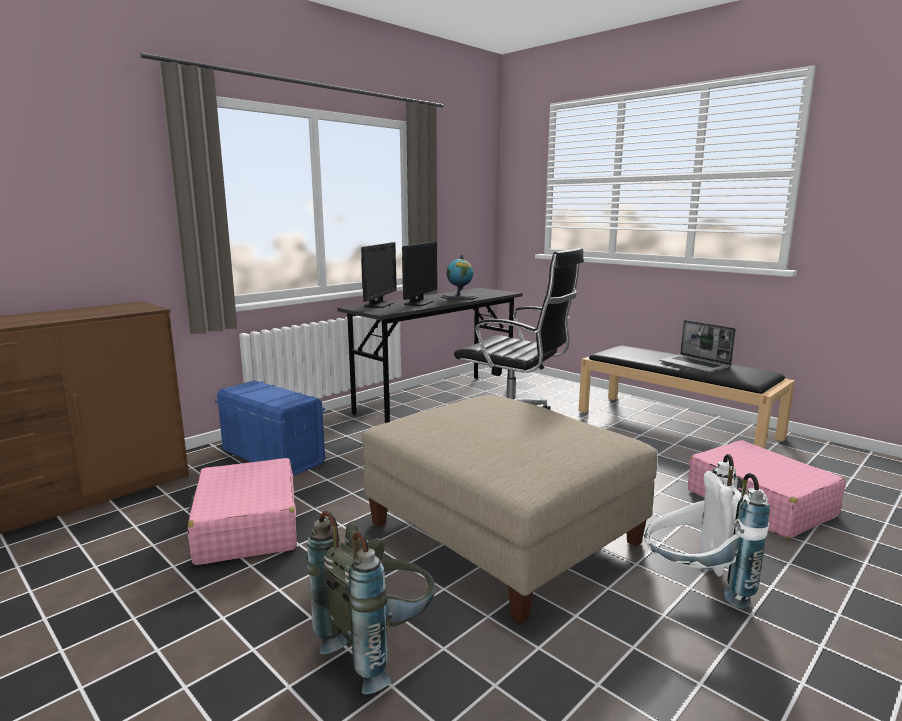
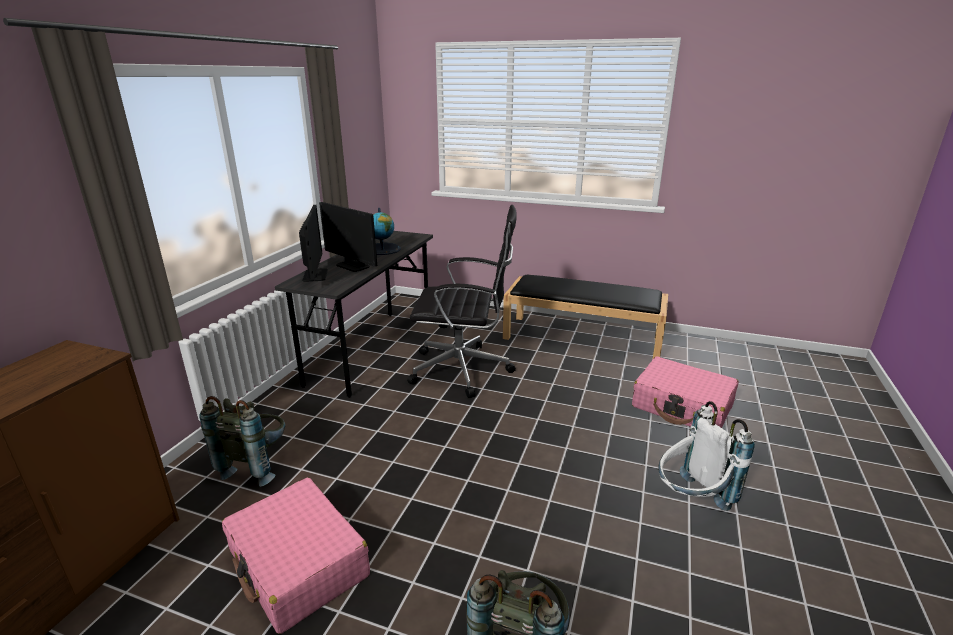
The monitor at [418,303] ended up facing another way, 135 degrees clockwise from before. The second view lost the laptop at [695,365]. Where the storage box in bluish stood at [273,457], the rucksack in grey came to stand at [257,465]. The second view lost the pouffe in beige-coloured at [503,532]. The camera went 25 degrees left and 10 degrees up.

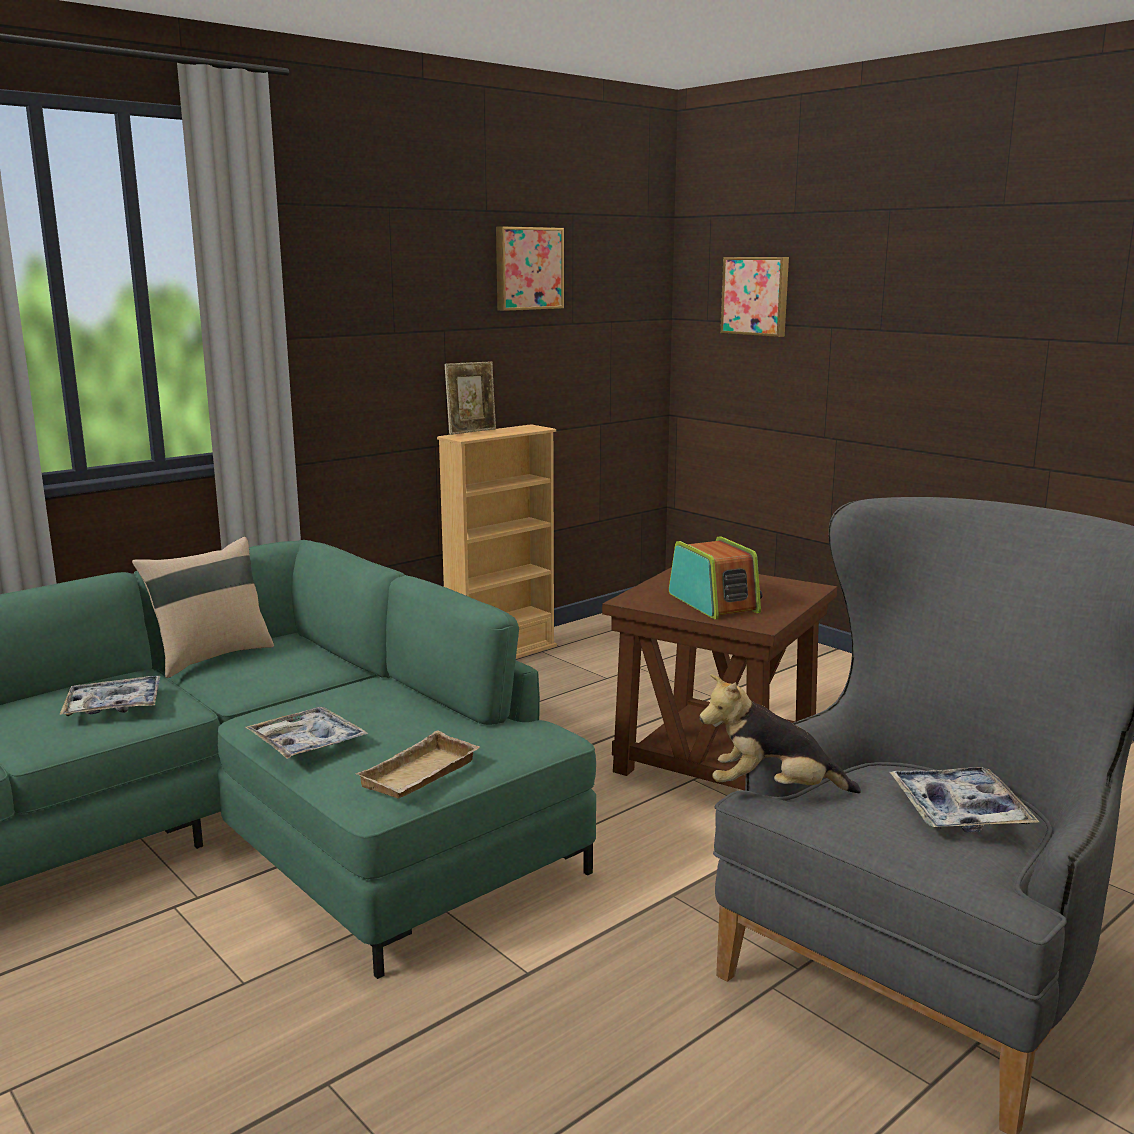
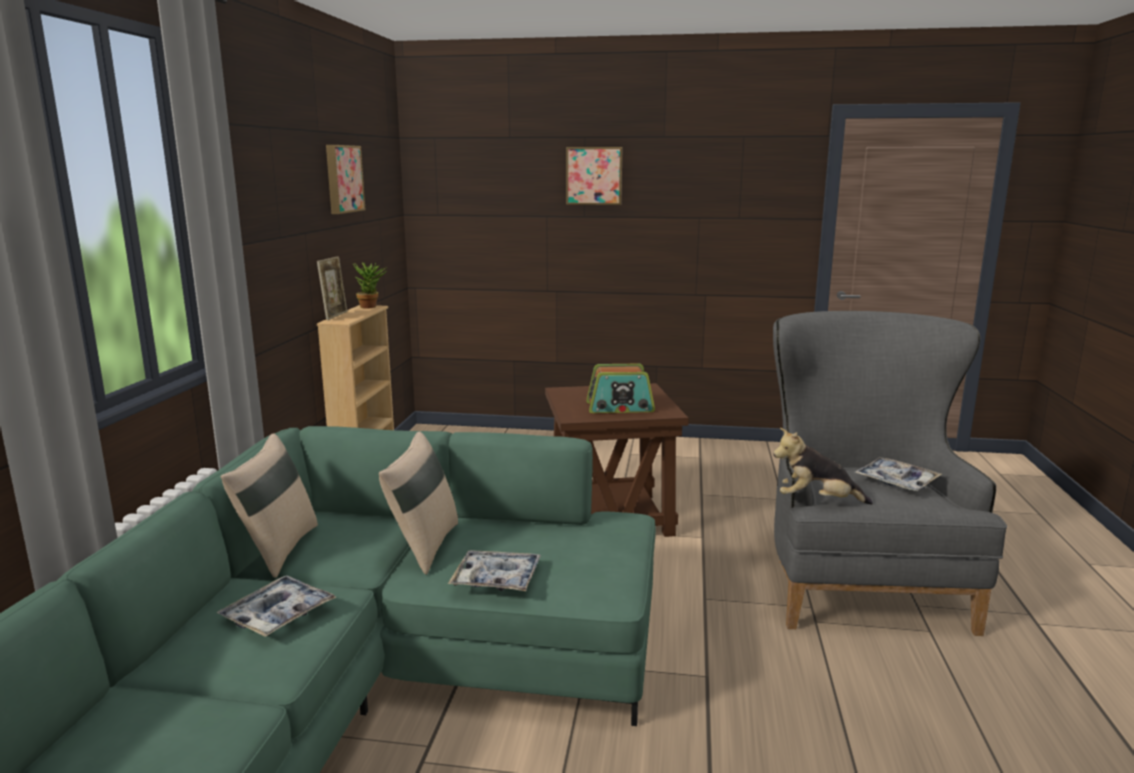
The wall art ended up elsewhere, having gone from [756,296] to [594,176]. The radio receiver at [714,603] ended up facing another way, 150 degrees clockwise from before. The soft toy at [773,791] ended up facing another way, 45 degrees clockwise from before. The second view lost the carrying tray in beige-coloured at [421,776]. The second view gained the houseplant at [371,306]. The second view gained the pillow in beige-coloured at [423,546]. The camera went 40 degrees left and 0 degrees up.

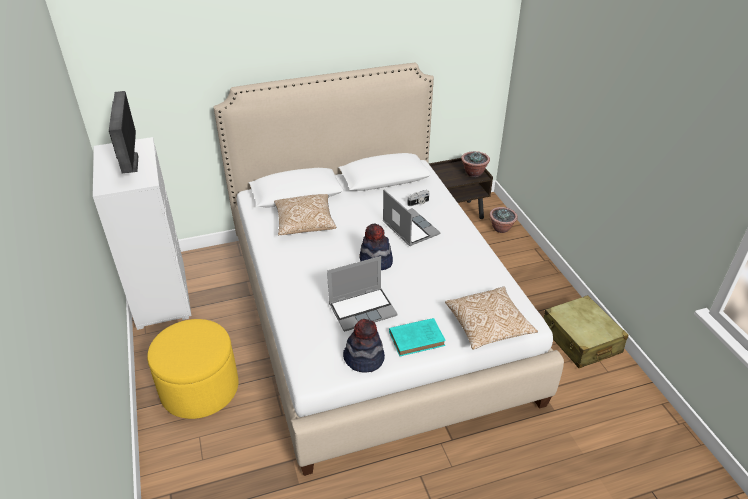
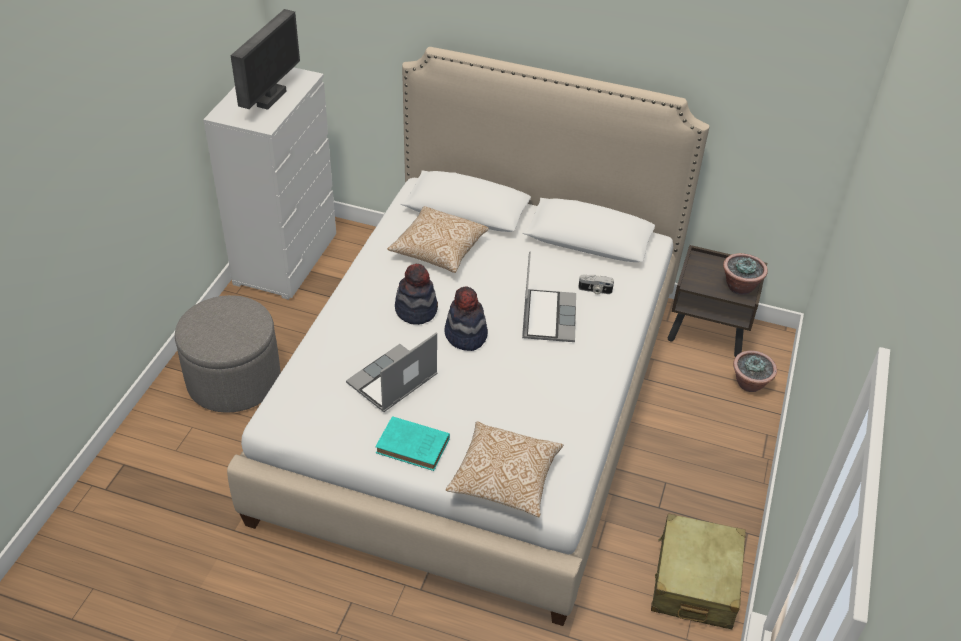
The laptop at [363,309] ended up facing another way, 120 degrees clockwise from before. What was the pouffe in yellow-coloured at [200,389] turned into the pouffe in grey at [234,380]. The clothing hat ended up elsewhere, having gone from [364,358] to [416,310]. The camera went 35 degrees right and 5 degrees up.

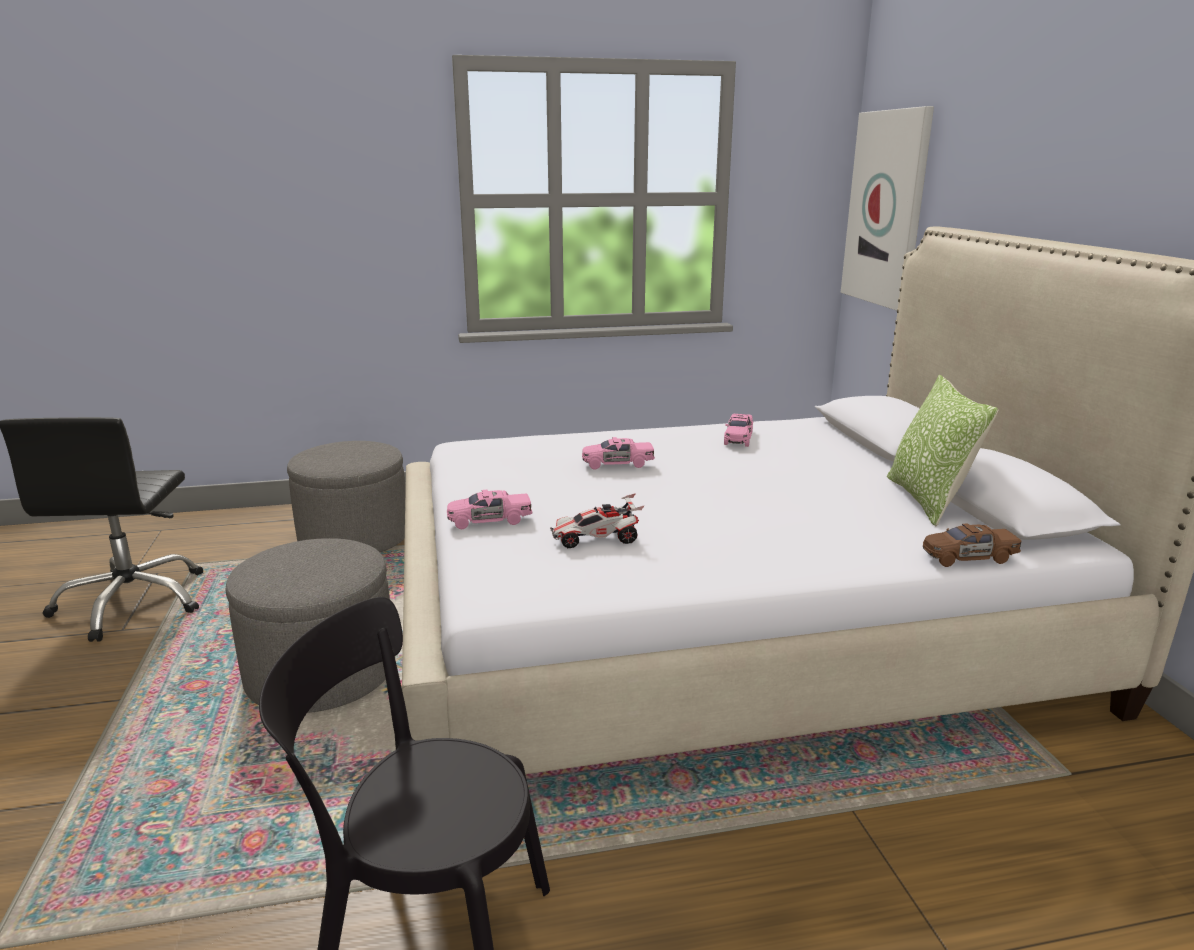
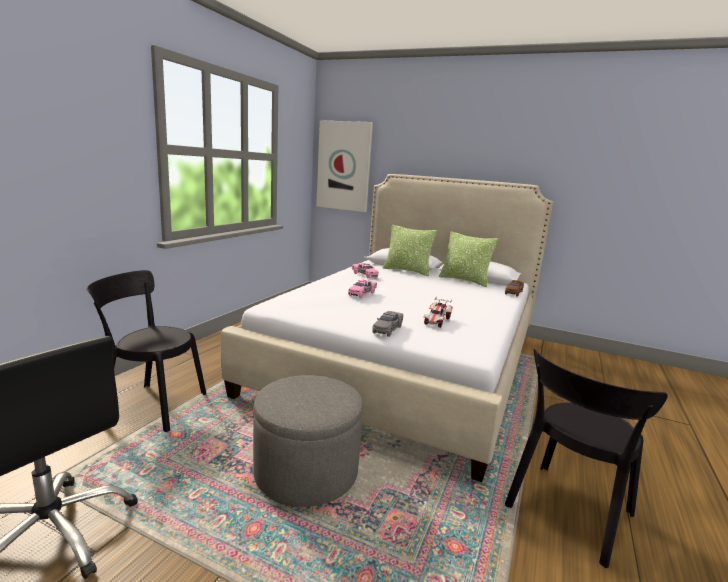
Where the pouffe in grey stood at [354,538], the plain chair in blackish came to stand at [151,406]. What was the miniature car in pinkish at [489,520] turned into the miniature car in grey at [387,329]. The second view gained the pillow at [407,271]. The camera went 55 degrees left and 5 degrees down.

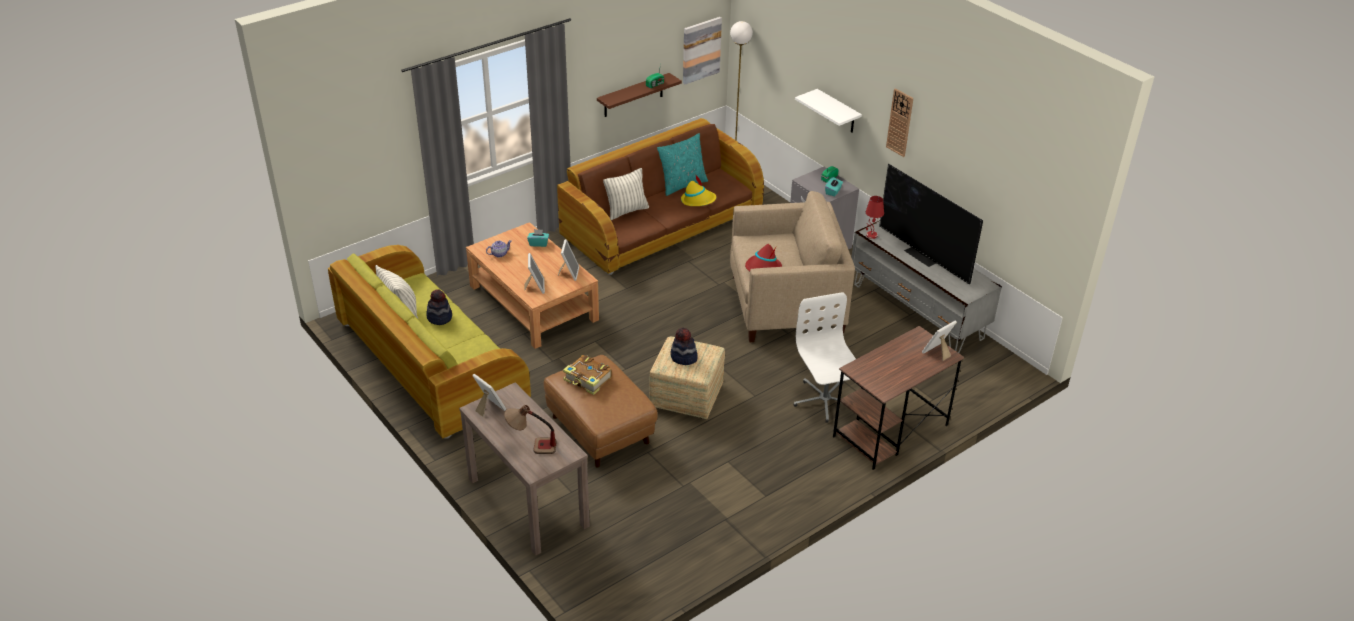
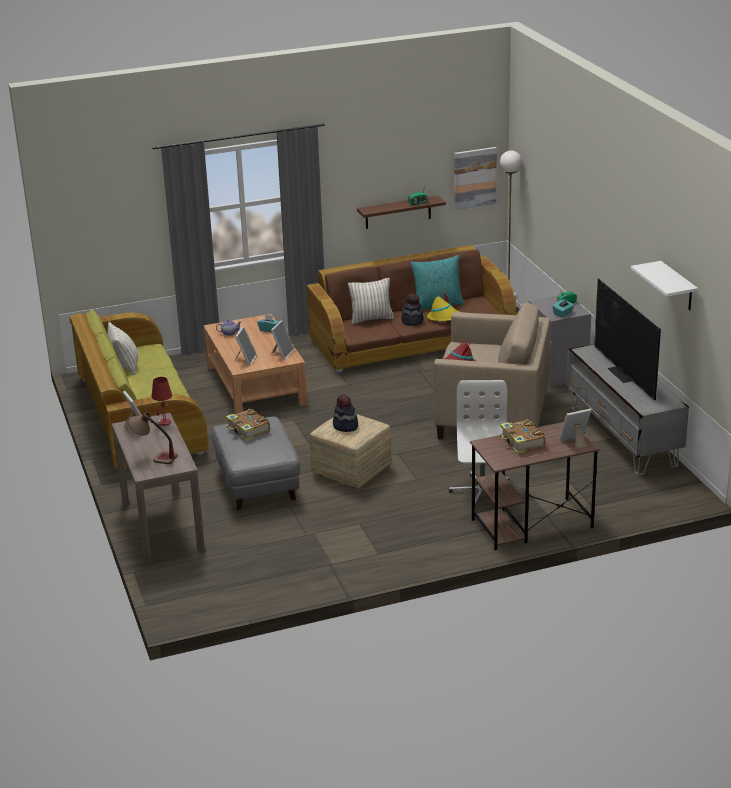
The second view lost the hanging clock at [900,122]. The bracket shelf in whitish ended up elsewhere, having gone from [838,112] to [678,287]. The tabletop lamp in red-coloured ended up elsewhere, having gone from [871,235] to [164,422]. The clothing hat ended up elsewhere, having gone from [439,317] to [412,321]. What was the pouffe in brownish at [599,430] turned into the pouffe in grey at [257,484]. The second view gained the book at [522,442]. The camera went 20 degrees right and 10 degrees down.

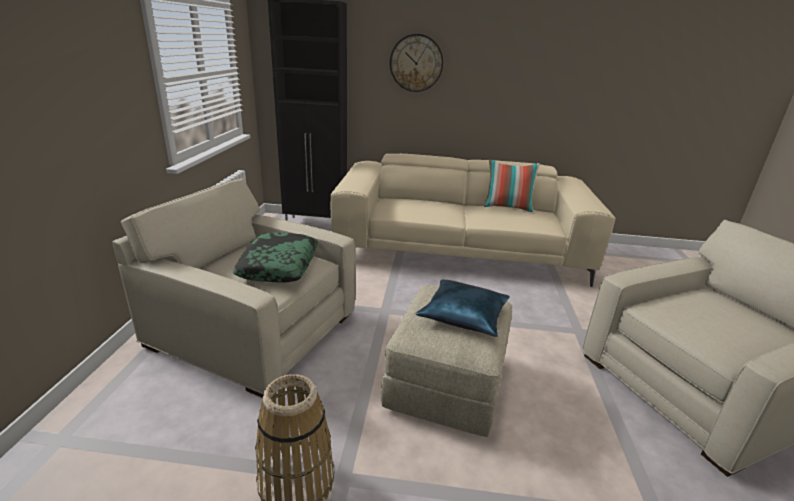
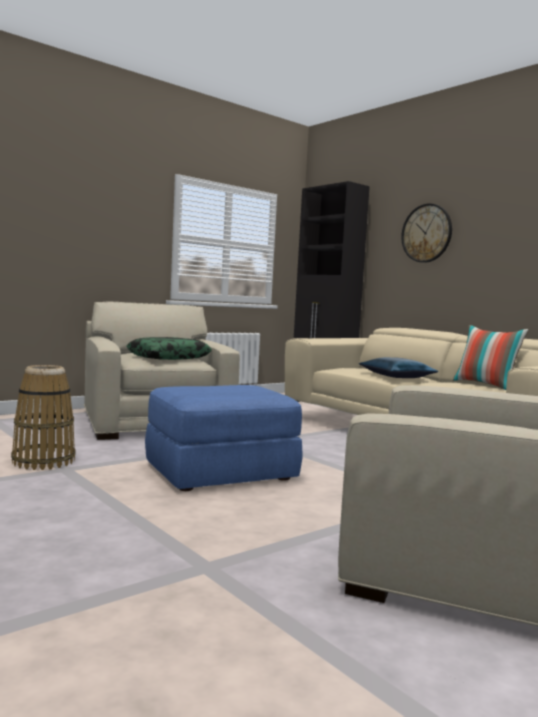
The pillow in bluish ended up elsewhere, having gone from [464,315] to [397,376]. What was the pouffe in beige-coloured at [446,382] turned into the pouffe in bluish at [221,472]. The camera went 45 degrees right and 20 degrees down.

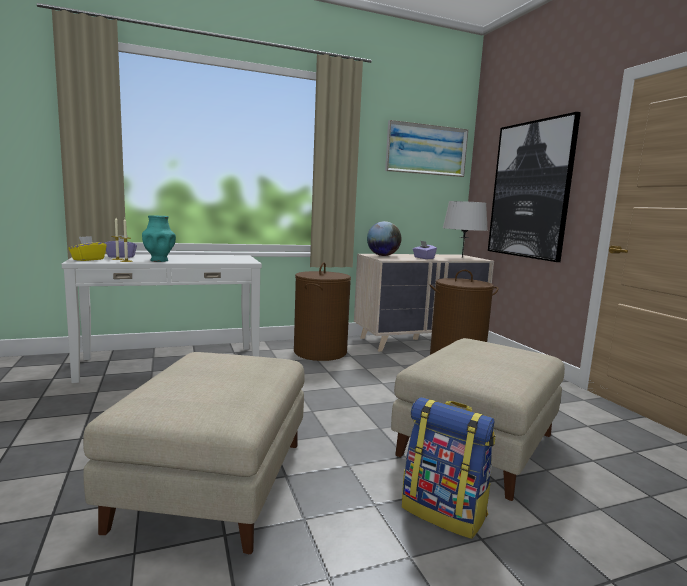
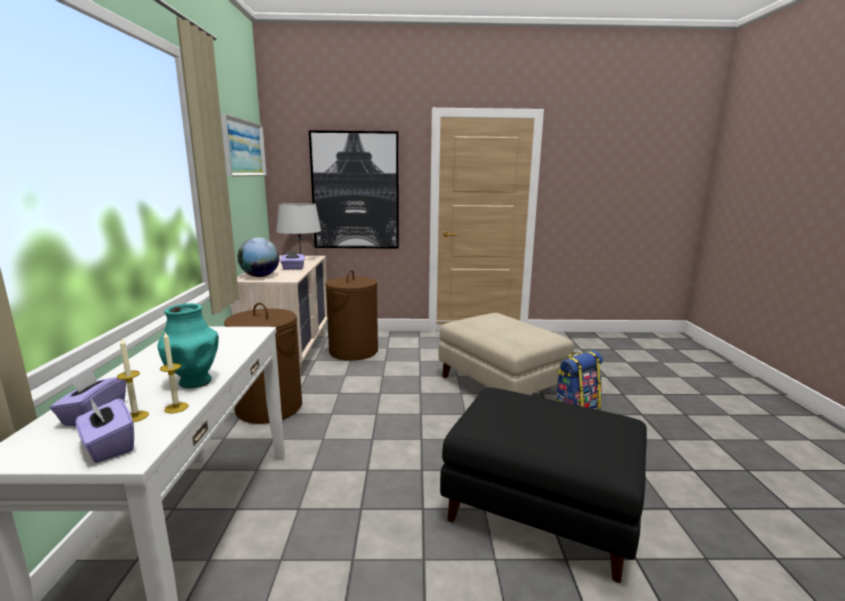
What was the tissue box in yellow-coloured at [88,259] turned into the tissue box in purple at [108,446]. What was the pouffe in beige-coloured at [214,482] turned into the pouffe in blackish at [539,509]. The camera went 70 degrees left and 5 degrees up.

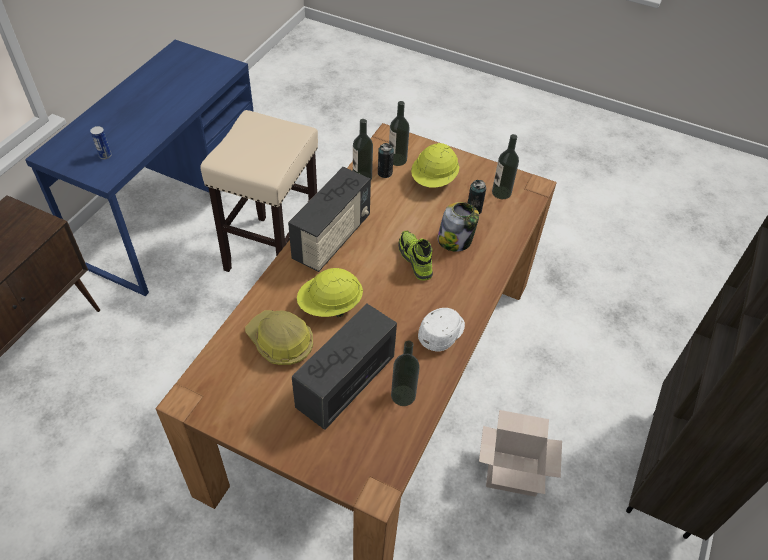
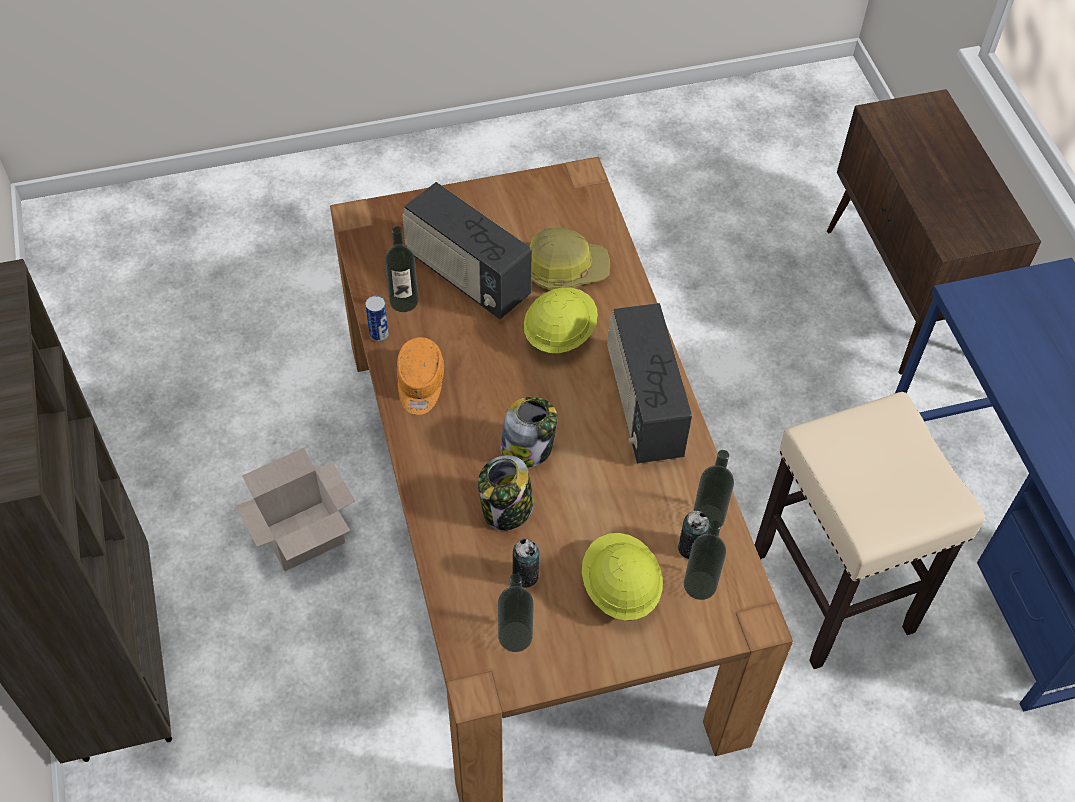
The can ended up elsewhere, having gone from [105,155] to [379,334]. Where the shoe stood at [415,260], the storage jar came to stand at [527,448]. The radio receiver at [345,382] ended up facing another way, 135 degrees clockwise from before. What was the cap in whitish at [442,333] turned into the cap in orange at [420,384]. The camera went 140 degrees right and 5 degrees up.

